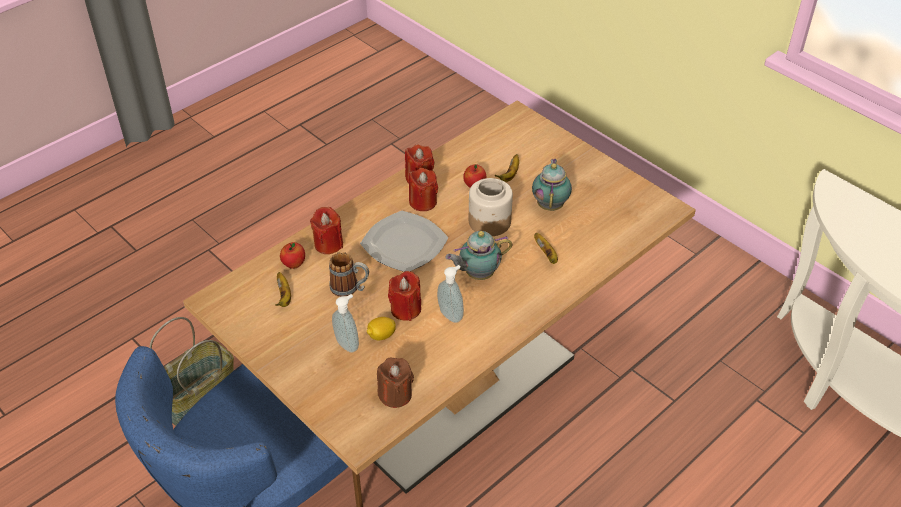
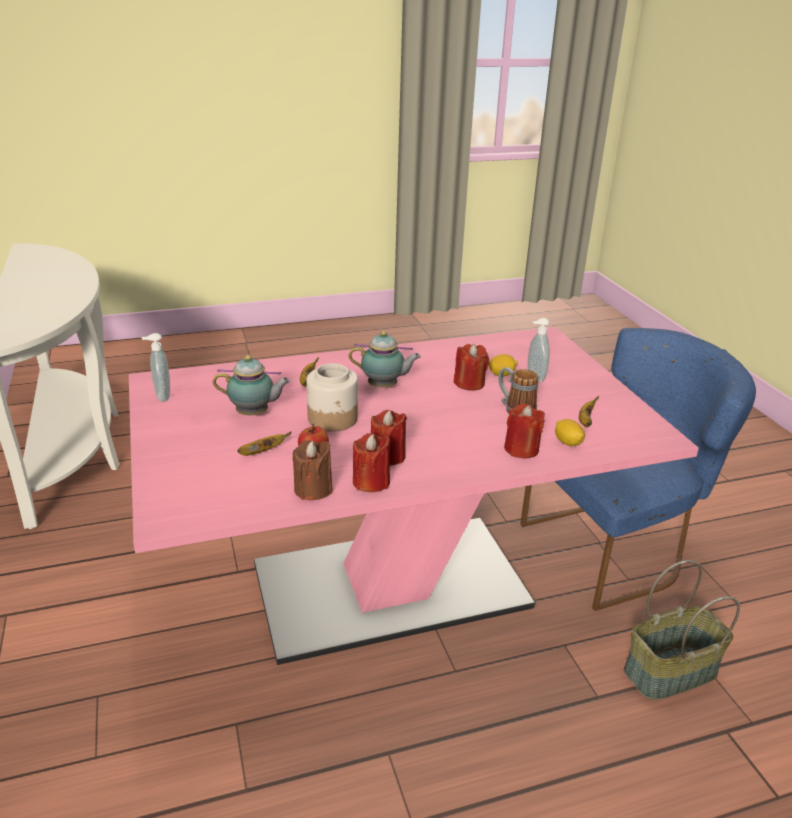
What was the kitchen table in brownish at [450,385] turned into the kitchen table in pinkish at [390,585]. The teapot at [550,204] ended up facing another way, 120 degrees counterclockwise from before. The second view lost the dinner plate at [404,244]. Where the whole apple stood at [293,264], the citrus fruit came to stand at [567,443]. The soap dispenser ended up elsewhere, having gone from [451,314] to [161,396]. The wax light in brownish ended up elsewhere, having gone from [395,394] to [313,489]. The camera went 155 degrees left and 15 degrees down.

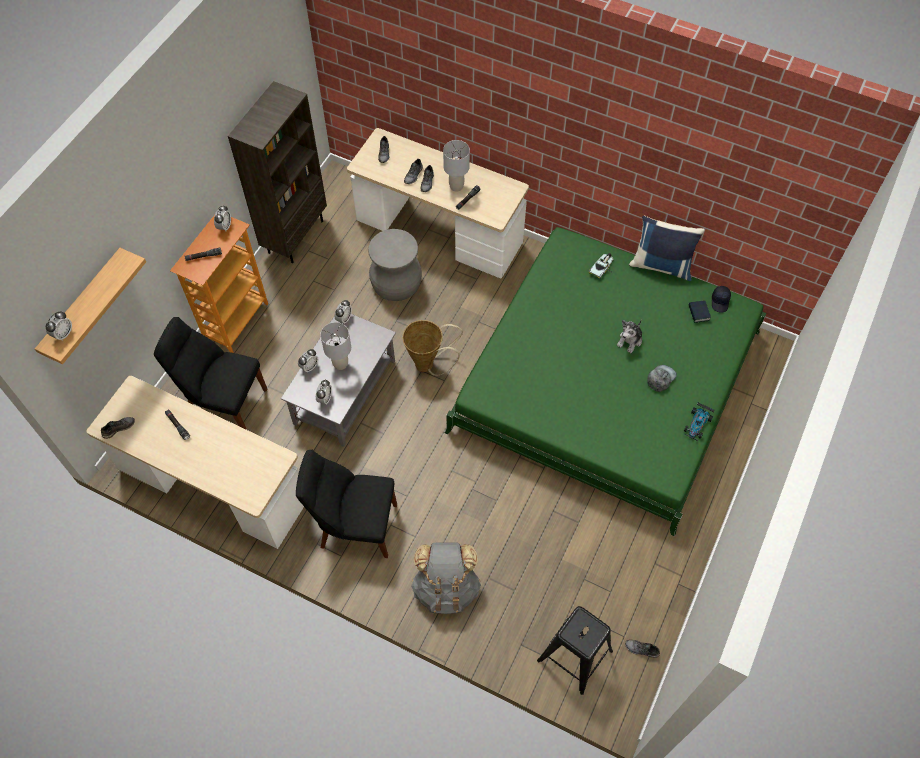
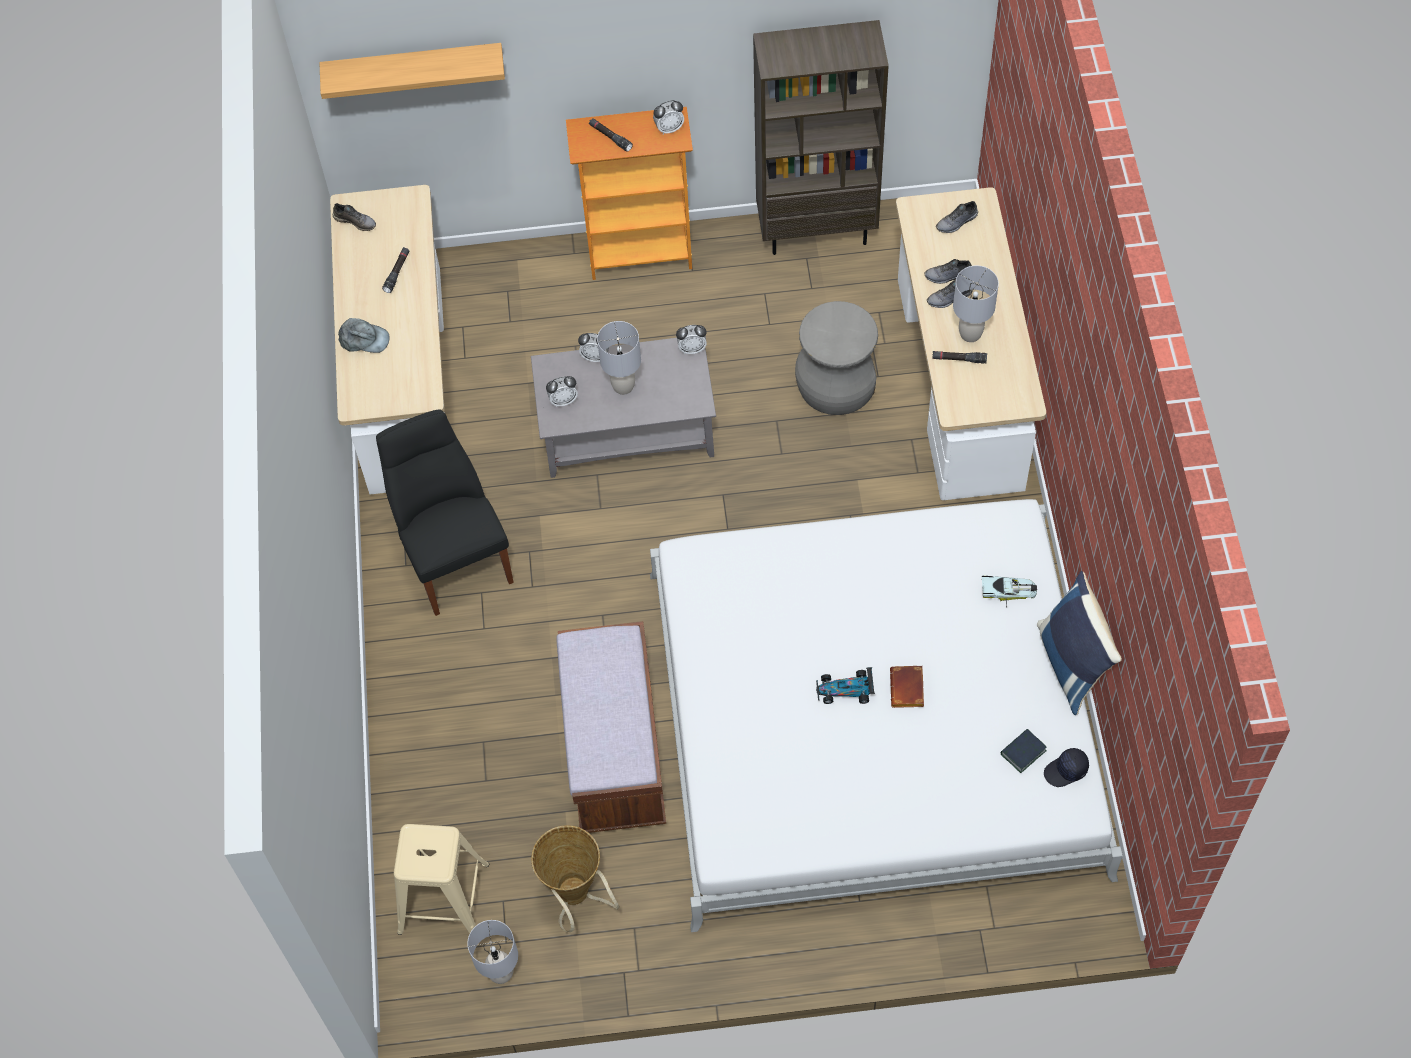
What was the bedroom bed in greenish at [605,381] turned into the bedroom bed in whitish at [873,721]. The second view lost the alarm clock at [63,334]. The second view lost the plain chair in blackish at [224,402]. The household basket ended up elsewhere, having gone from [429,365] to [576,898]. Where the soft toy stood at [630,340], the book in brownish came to stand at [908,690]. The cap in grey ended up elsewhere, having gone from [660,378] to [364,339]. The miniature car ended up elsewhere, having gone from [697,424] to [845,690]. The second view lost the rucksack in grey at [446,588]. What was the stool in blackish at [575,656] turned into the stool in beige-coloured at [442,899]. Where the shoe in grey stood at [641,650], the tabletop lamp in grey came to stand at [501,973]. The second view gained the long seat in brownish at [616,751]. The camera went 60 degrees right and 0 degrees up.

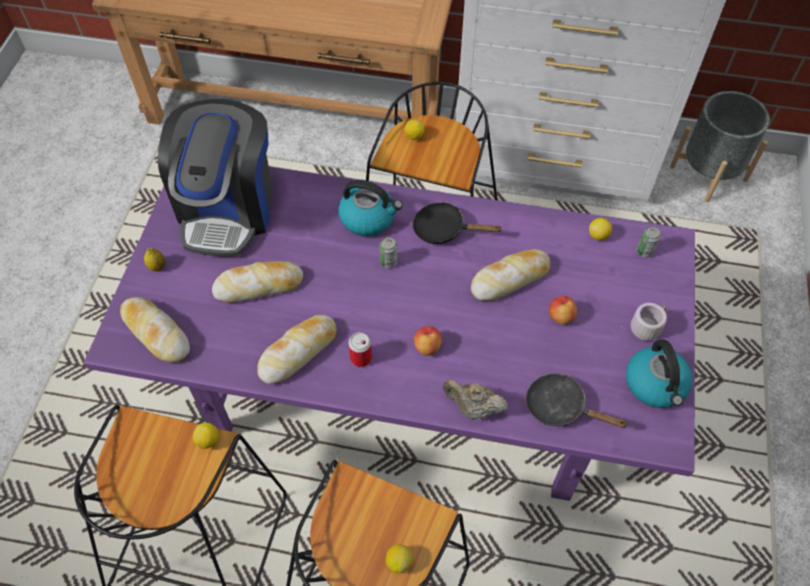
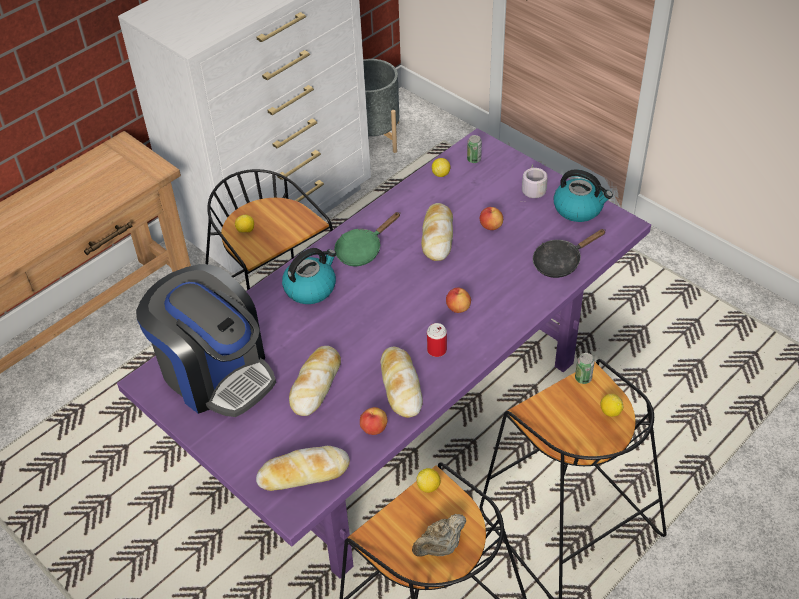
What was the skillet in blackish at [444,229] turned into the skillet in greenish at [362,250]. The can ended up elsewhere, having gone from [388,262] to [583,378]. The second view lost the citrus fruit at [157,266]. The teapot in beige-coloured ended up elsewhere, having gone from [473,408] to [440,547]. The second view gained the whole apple at [374,429]. The camera went 55 degrees left and 10 degrees down.

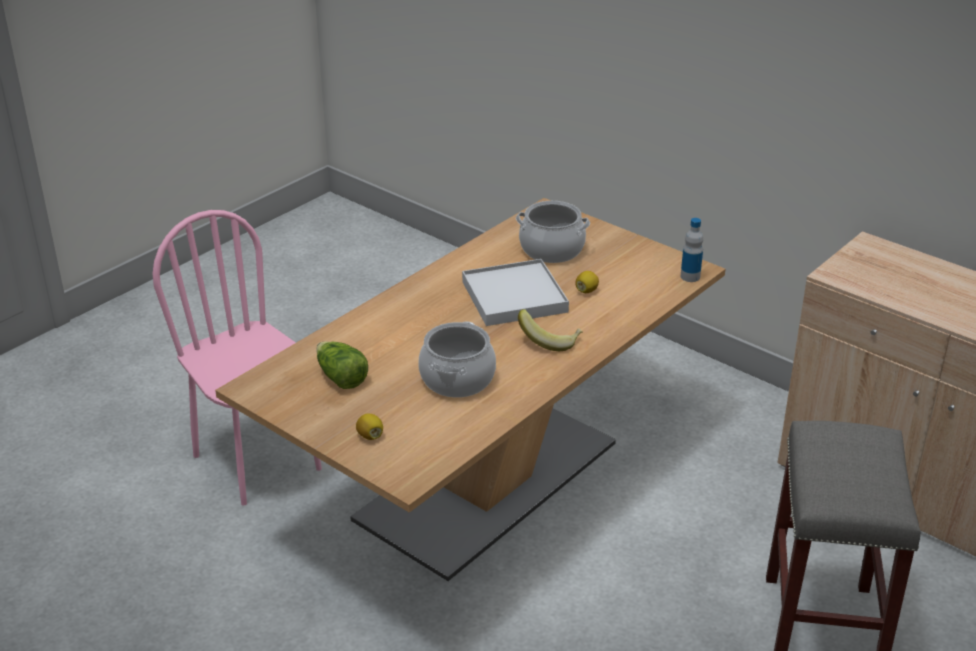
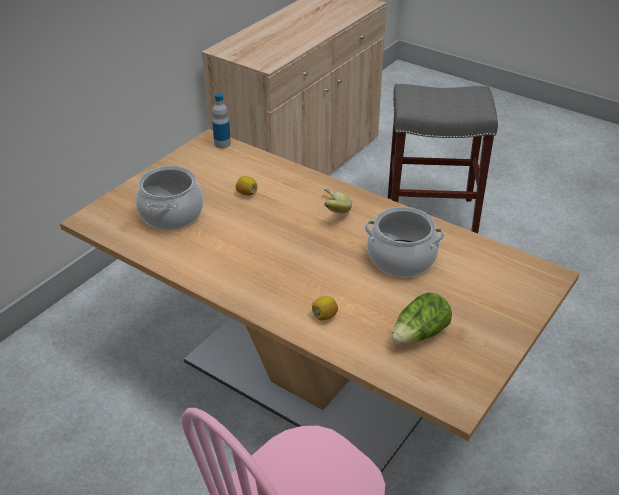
The second view lost the carrying tray in whitish at [514,296]. The citrus fruit ended up elsewhere, having gone from [370,436] to [324,316]. The camera went 95 degrees left and 5 degrees up.

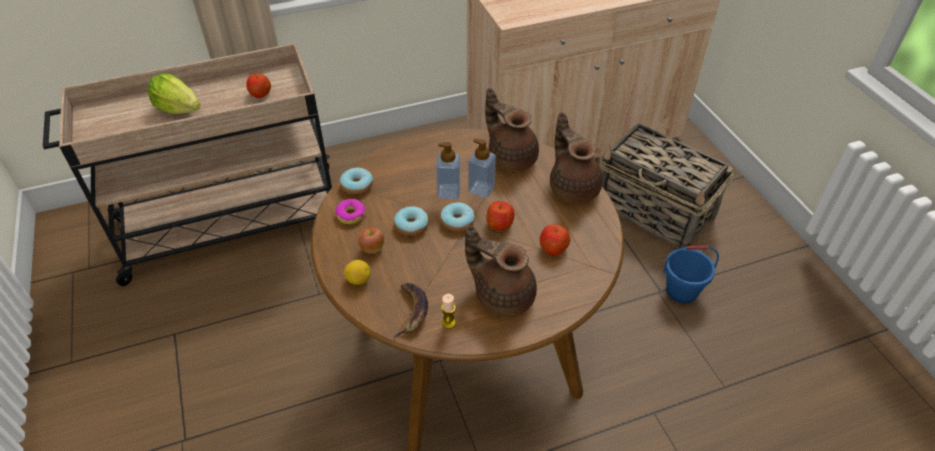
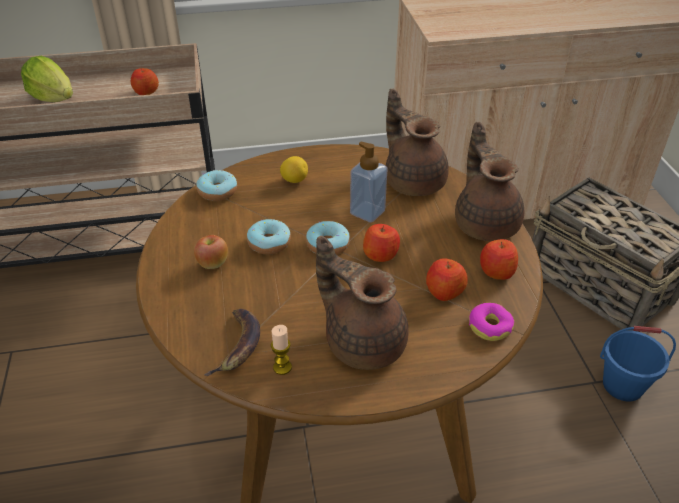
The second view lost the soap dispenser at [449,192]. The donut ended up elsewhere, having gone from [351,215] to [490,326]. The citrus fruit ended up elsewhere, having gone from [358,280] to [294,180]. The second view gained the whole apple at [496,271]. The camera went 10 degrees right and 5 degrees down.

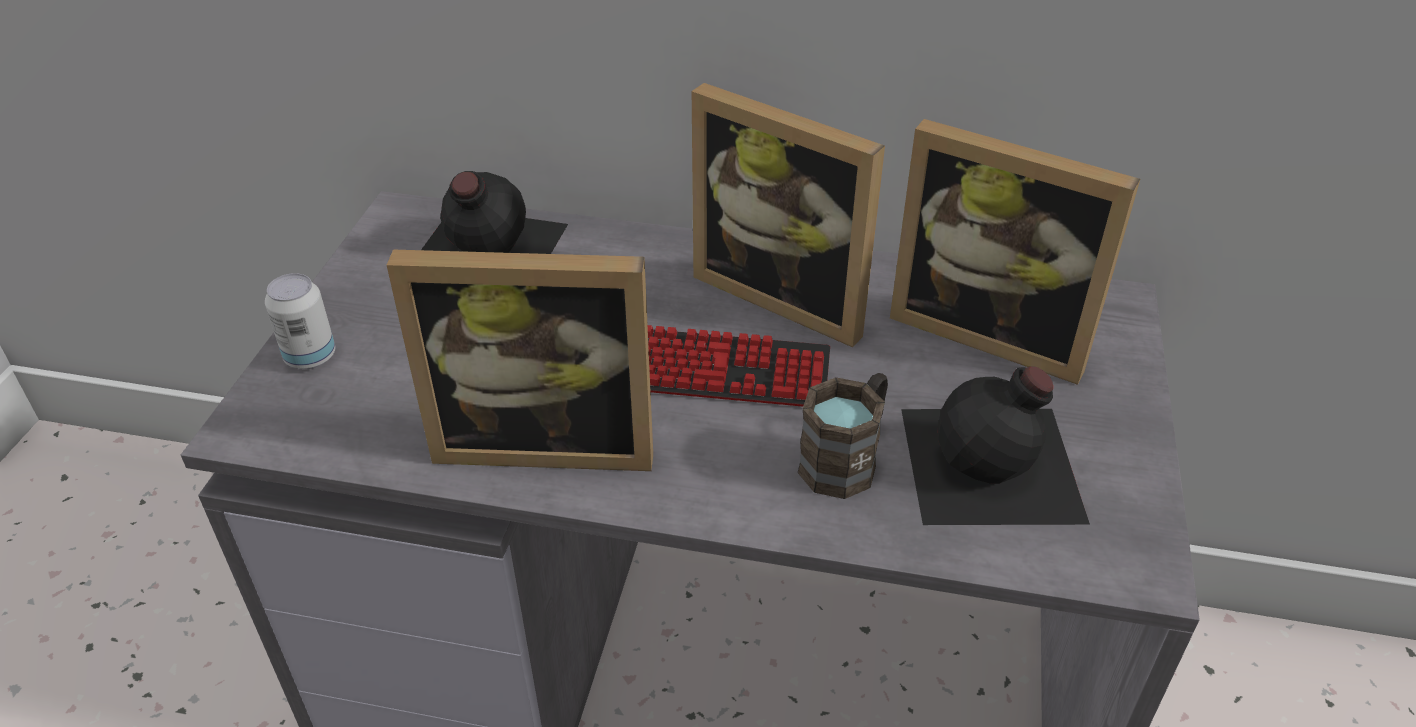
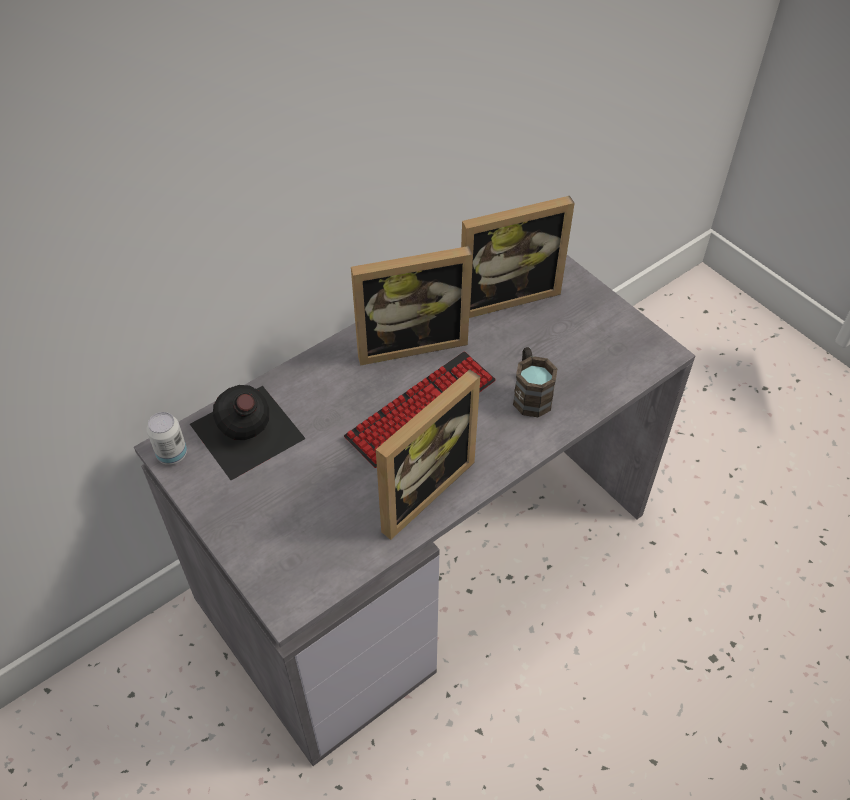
The can ended up elsewhere, having gone from [310,357] to [172,454]. The second view lost the drink bottle in blackish at [994,466]. The camera went 50 degrees left and 10 degrees up.

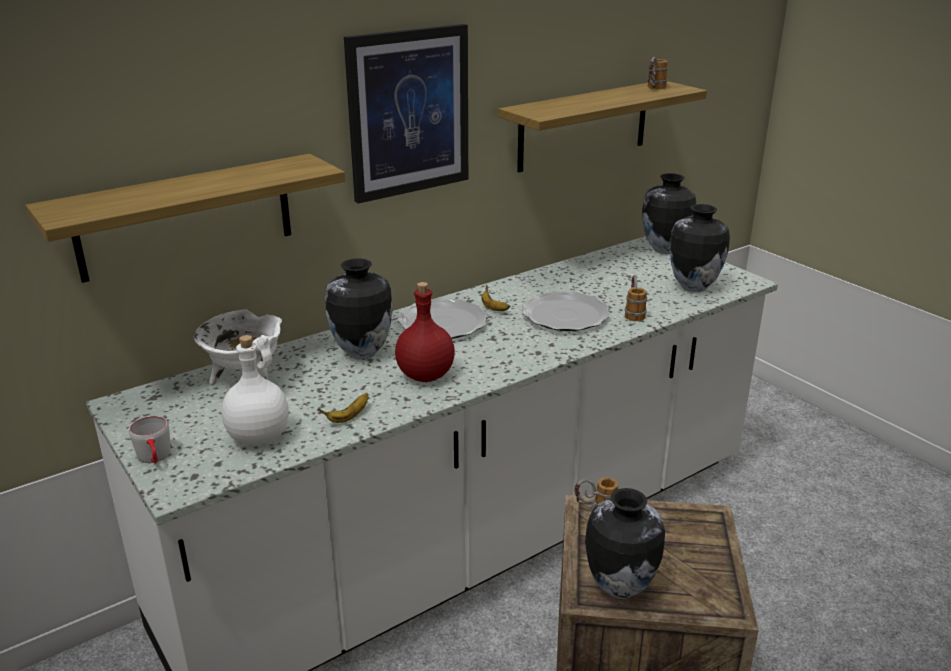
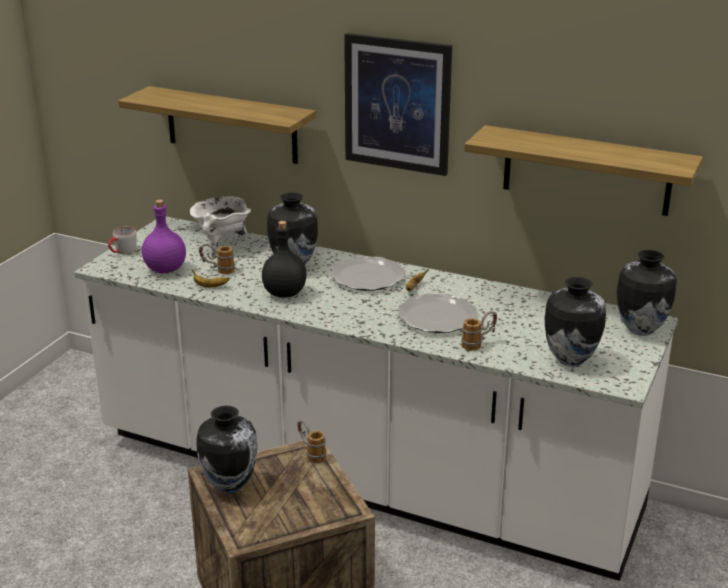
The coffee mug ended up elsewhere, having gone from [654,89] to [218,270]. What was the drink bottle in red-coloured at [425,375] turned into the drink bottle in blackish at [285,293]. What was the drink bottle in whitish at [260,437] turned into the drink bottle in purple at [165,270]. The camera went 60 degrees right and 0 degrees up.

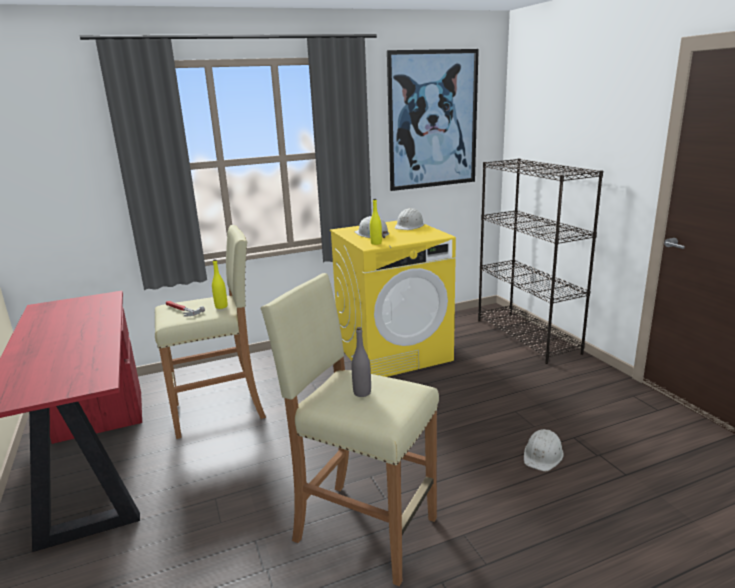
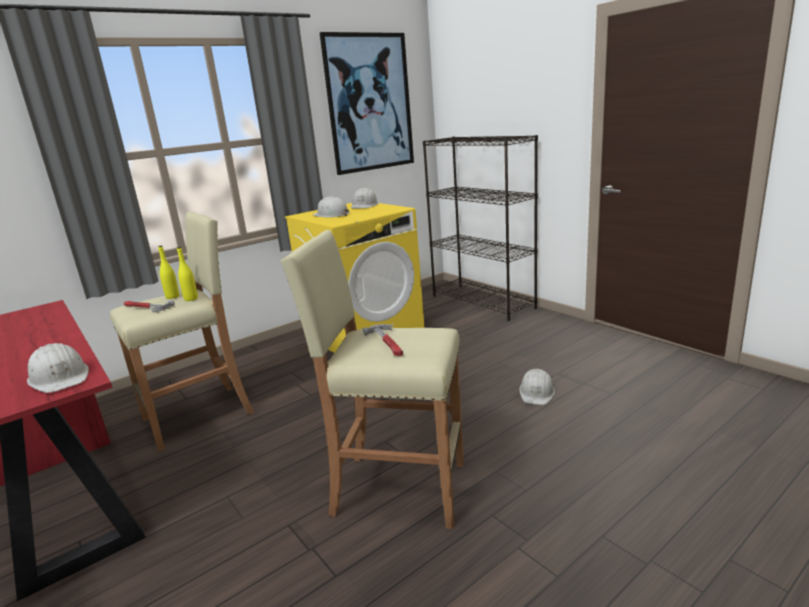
The drink bottle in yellow-coloured ended up elsewhere, having gone from [376,243] to [172,297]. Where the drink bottle in grey stood at [362,393], the hammer came to stand at [388,343]. The second view gained the work helmet in whitish at [60,377]. The camera went 15 degrees left and 0 degrees up.

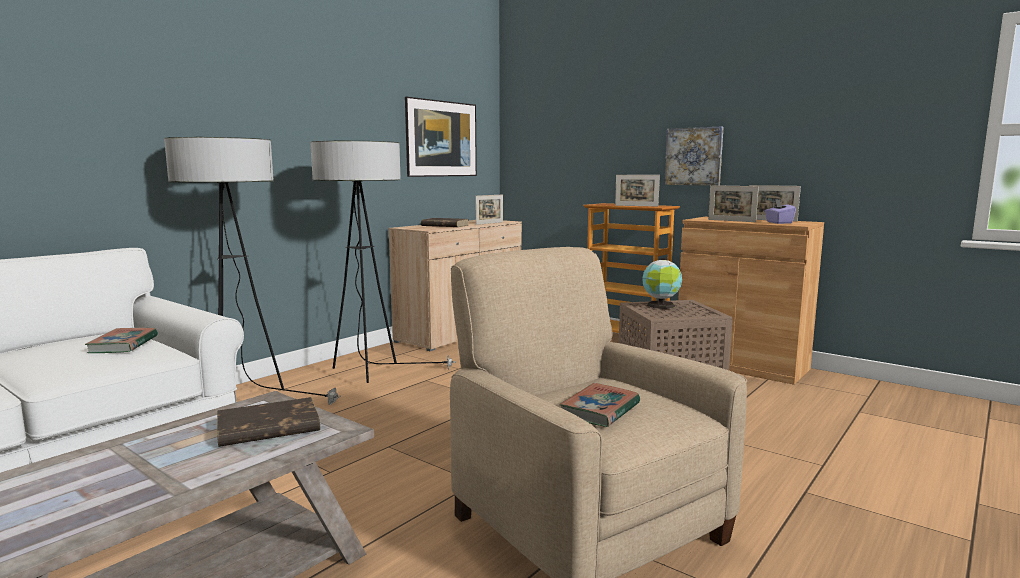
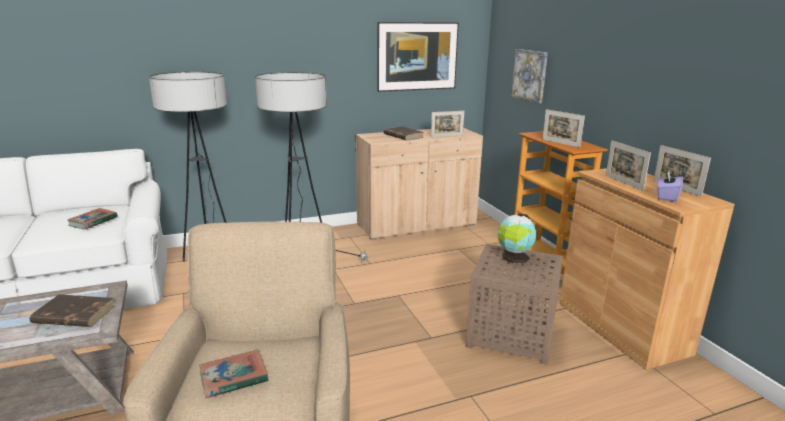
The wall art ended up elsewhere, having gone from [694,156] to [530,75]. The camera went 30 degrees right and 10 degrees up.

